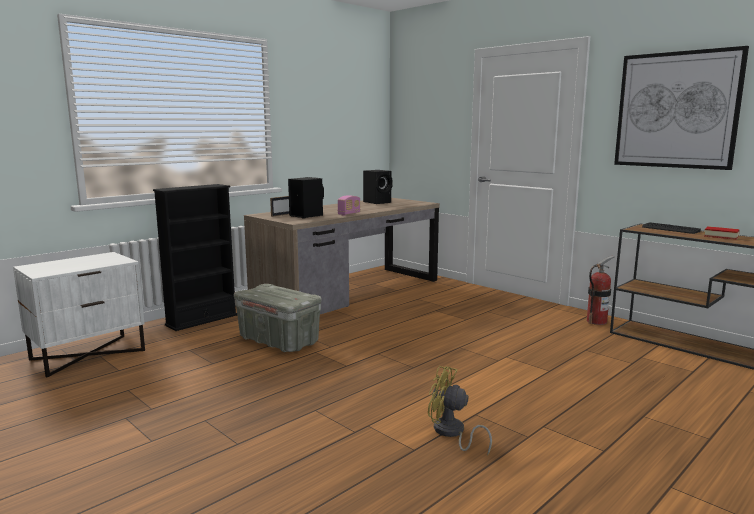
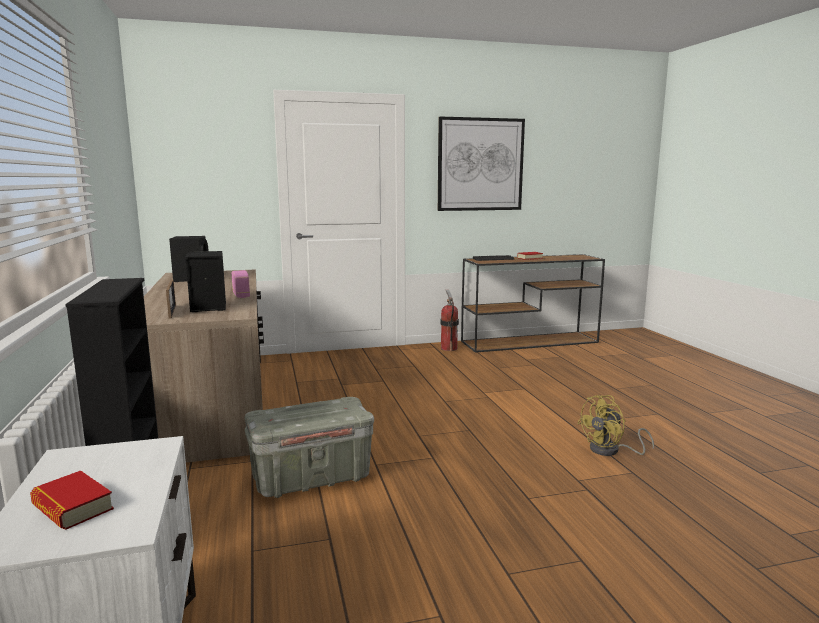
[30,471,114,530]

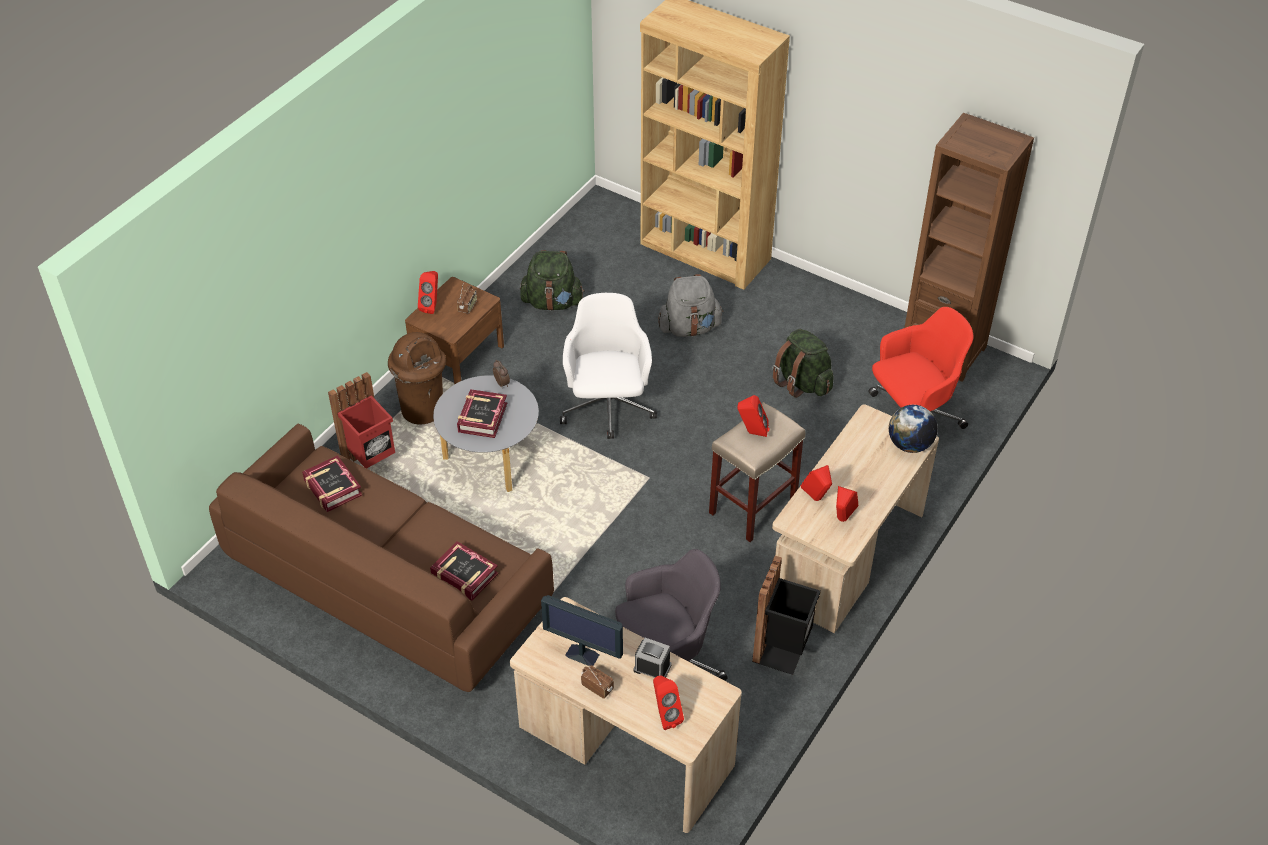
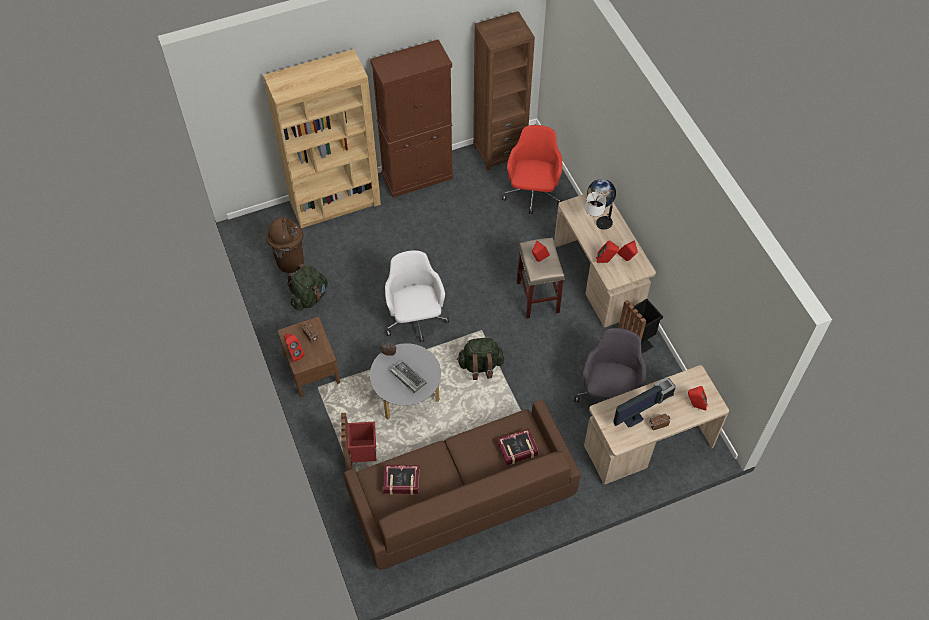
[658,274,724,337] (first image)
[370,39,453,198]
[585,190,614,230]
[266,217,304,273]
[457,338,504,380]
[390,360,427,393]
[385,250,449,342]

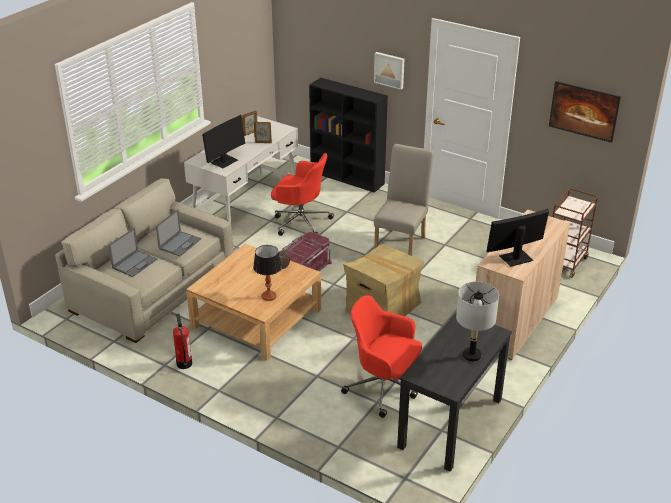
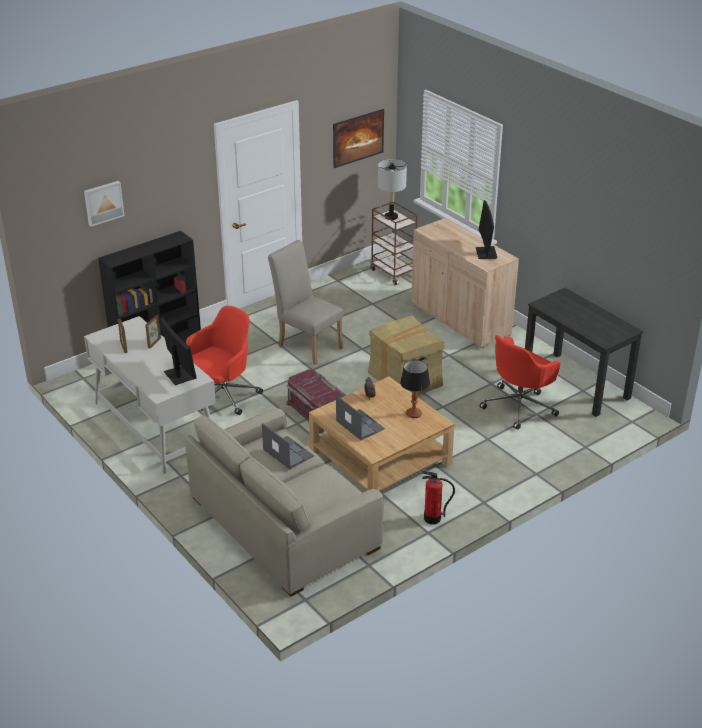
[336,395,385,440]
[84,181,125,227]
[378,159,407,220]

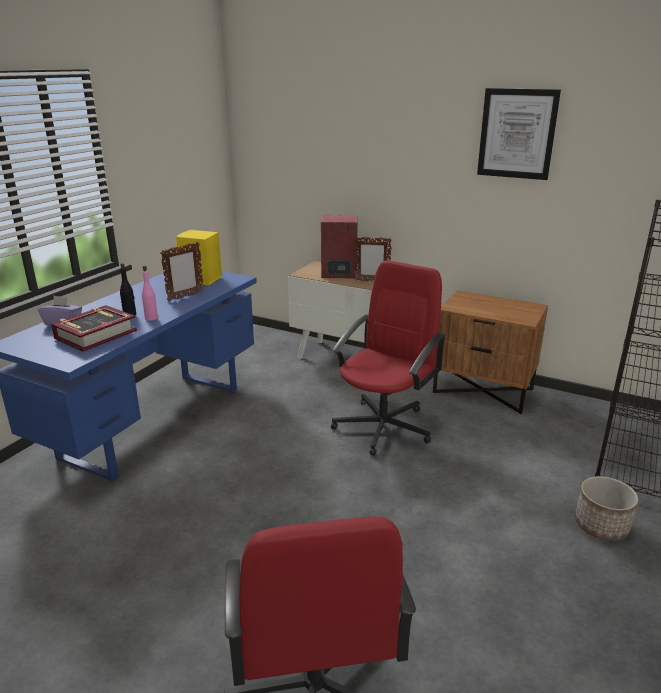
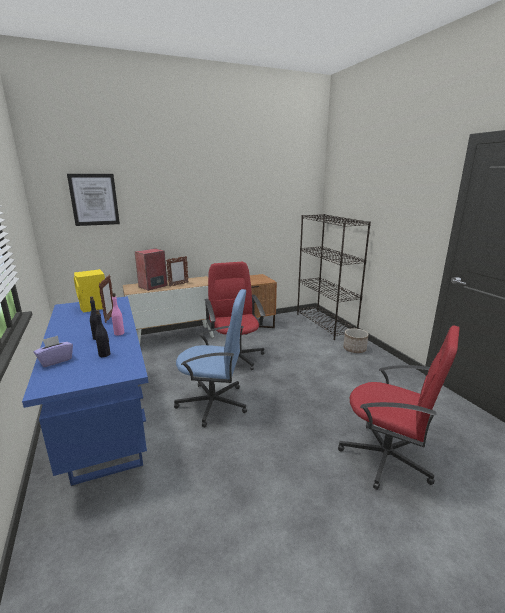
[174,289,247,428]
[67,174,120,226]
[95,310,111,357]

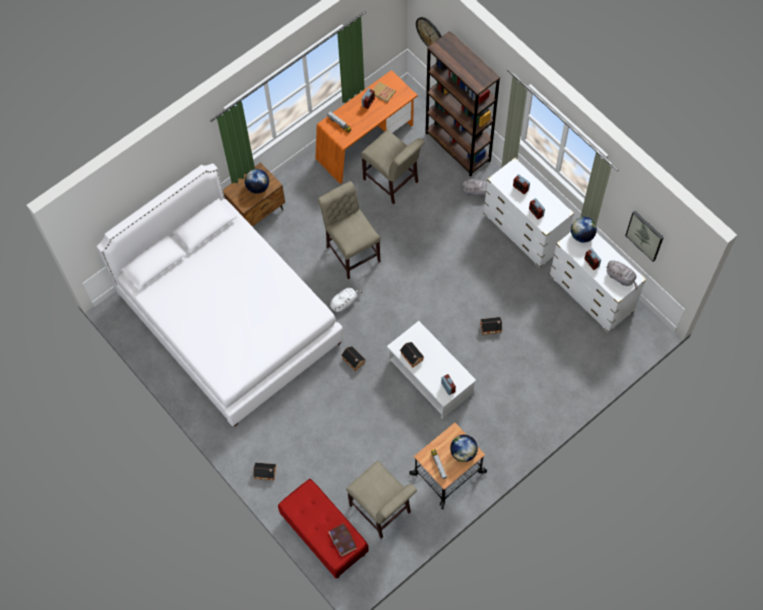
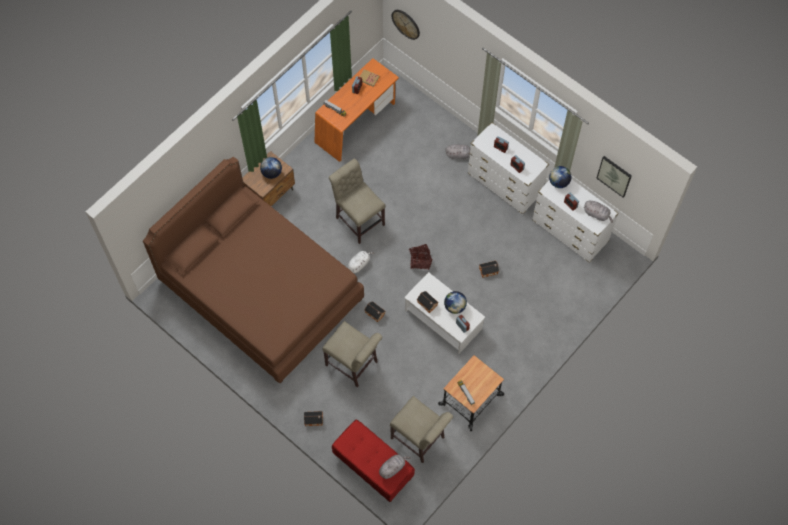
[425,31,500,177] (first image)
[409,244,433,270]
[322,321,382,387]
[444,291,467,314]
[379,454,411,479]
[143,157,364,383]

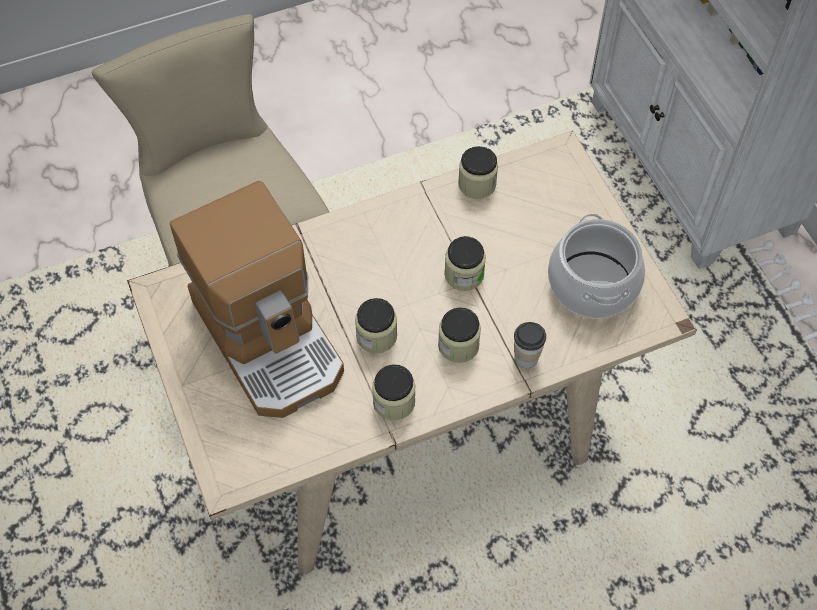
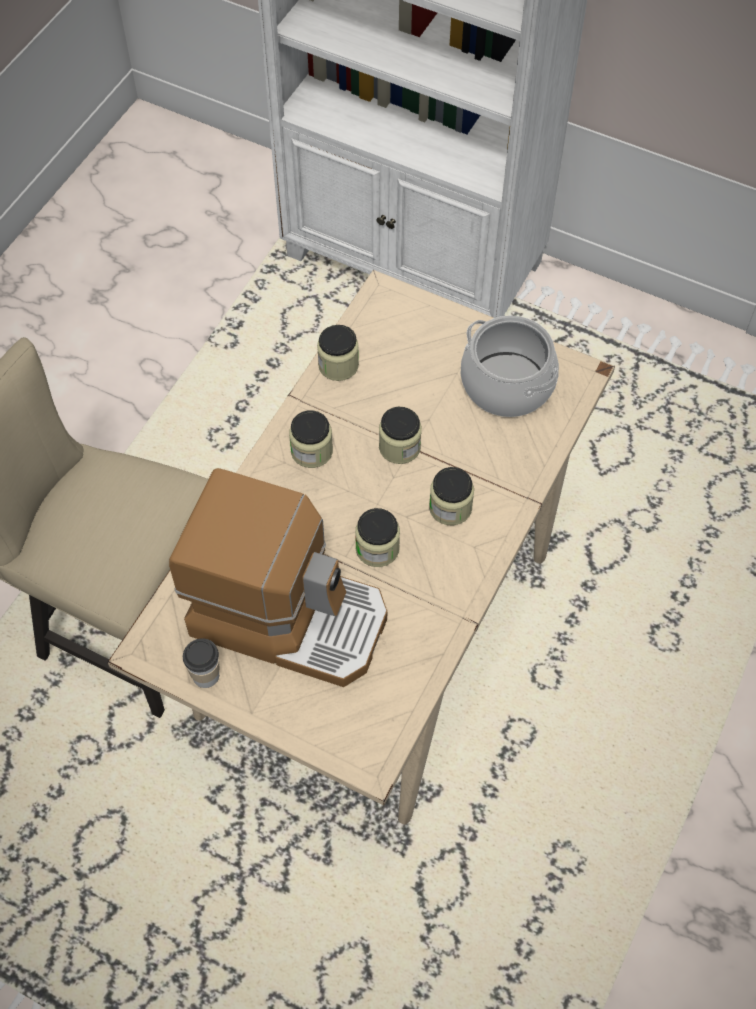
[289,410,333,468]
[183,638,220,688]

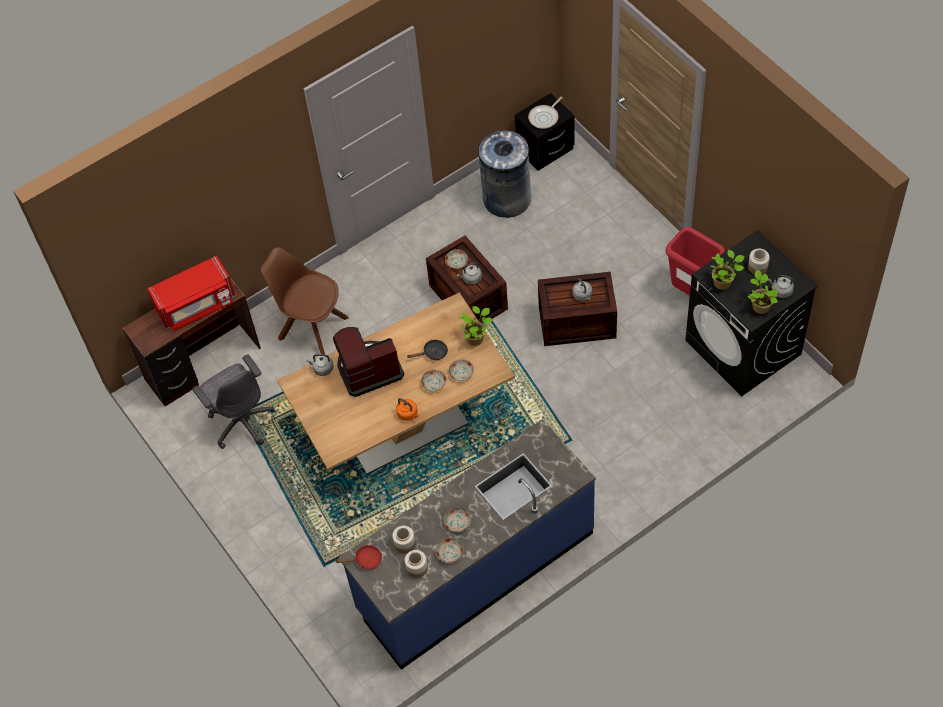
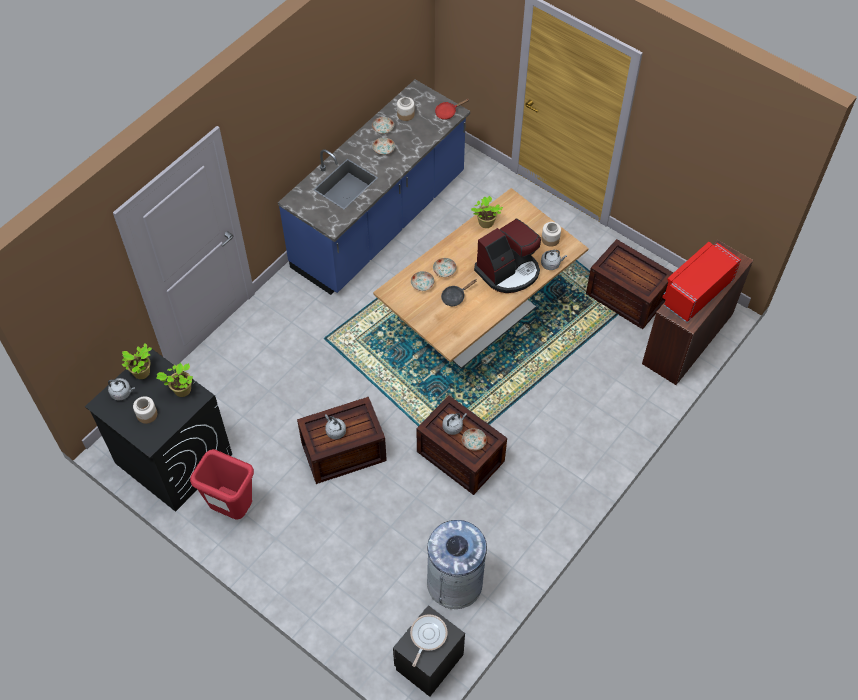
[261,247,349,354] (first image)
[396,398,419,421] (first image)
[542,222,561,247]
[471,196,503,228]
[586,239,673,329]

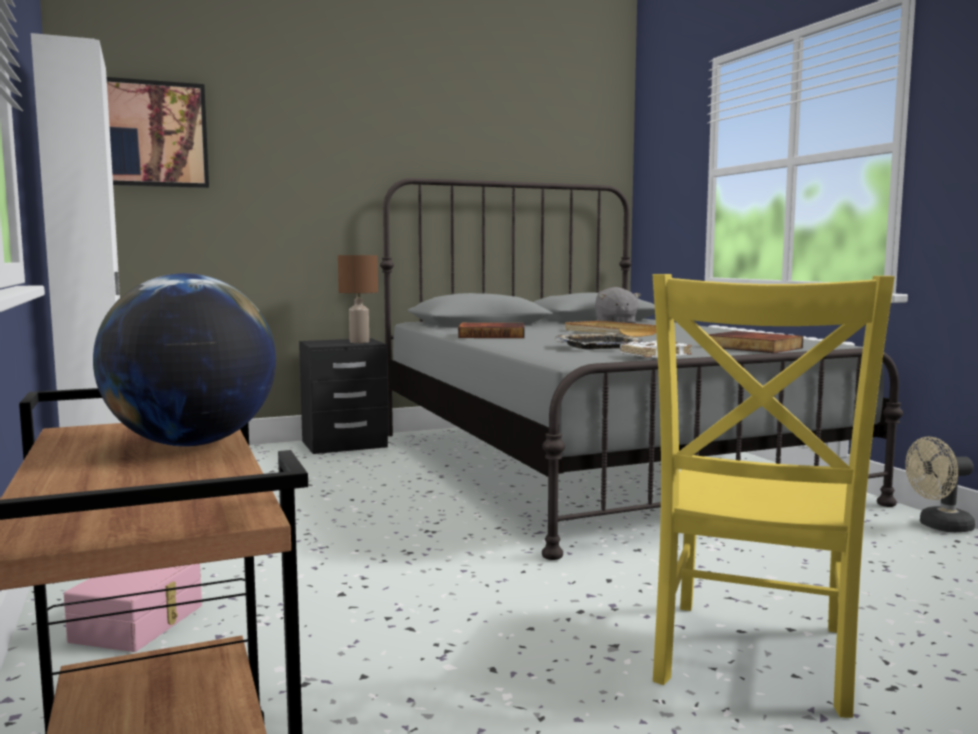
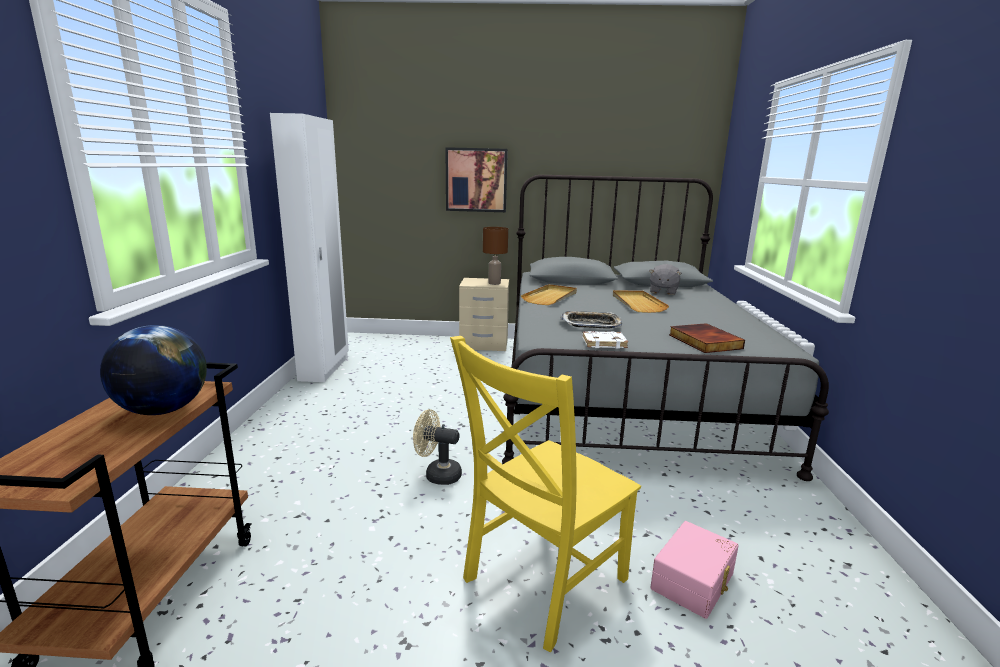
[650,521,739,619]
[445,147,508,212]
[413,409,462,485]
[521,284,577,305]
[459,278,509,351]

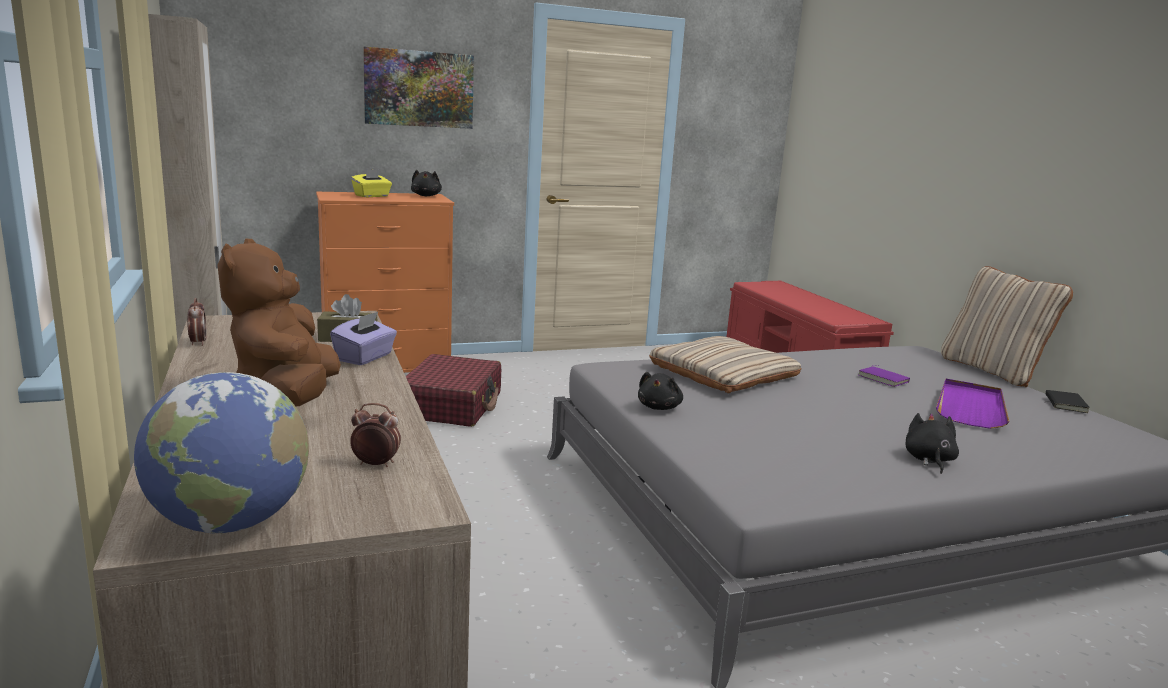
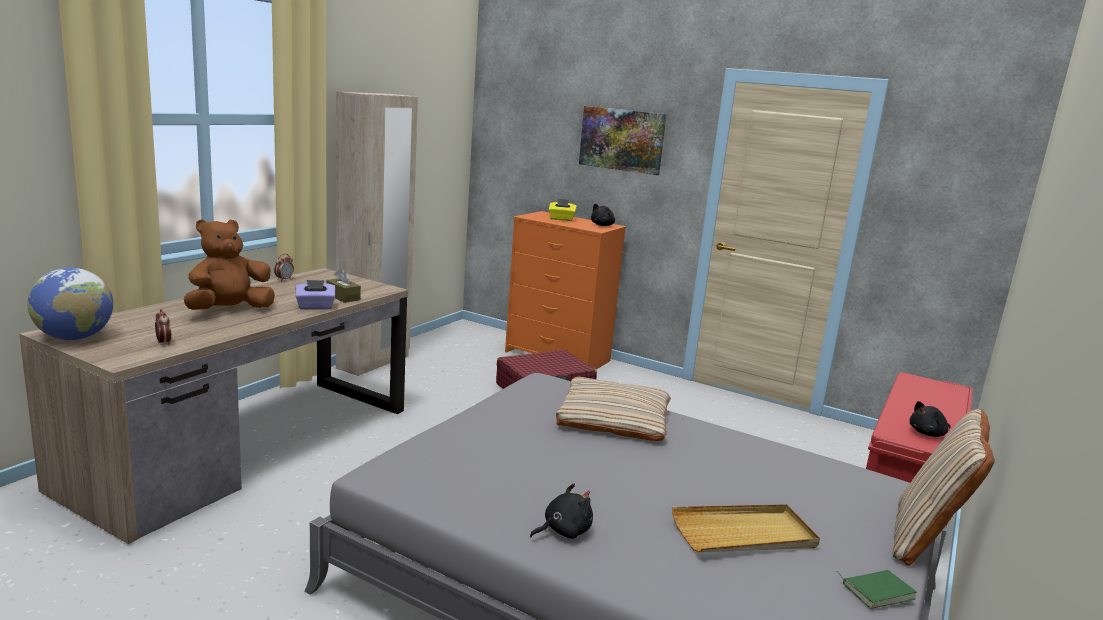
[858,365,910,387] (first image)
[910,401,950,437]
[672,504,820,552]
[835,570,917,609]

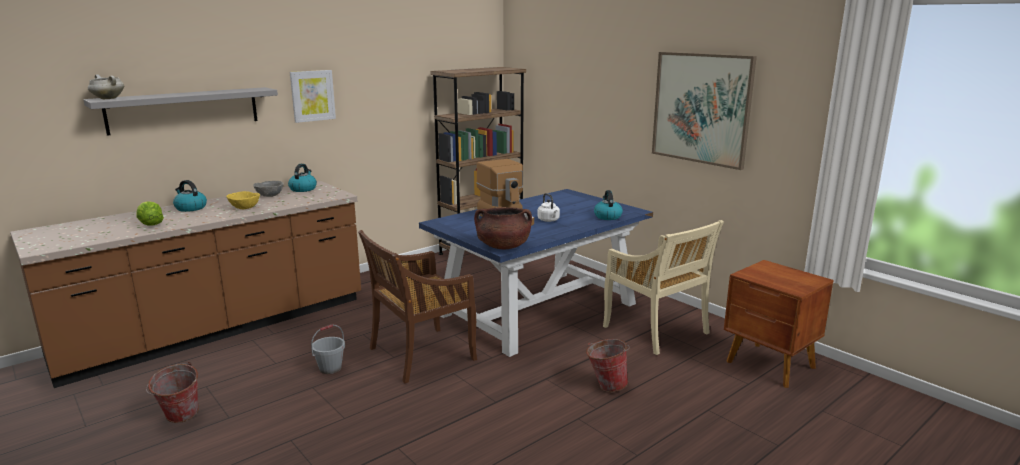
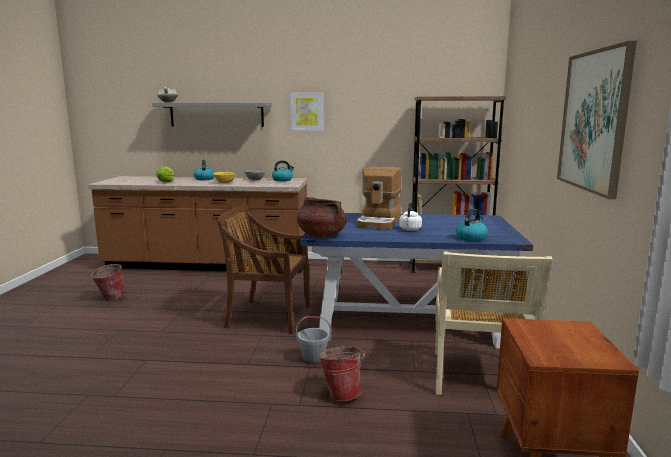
[296,316,331,364]

